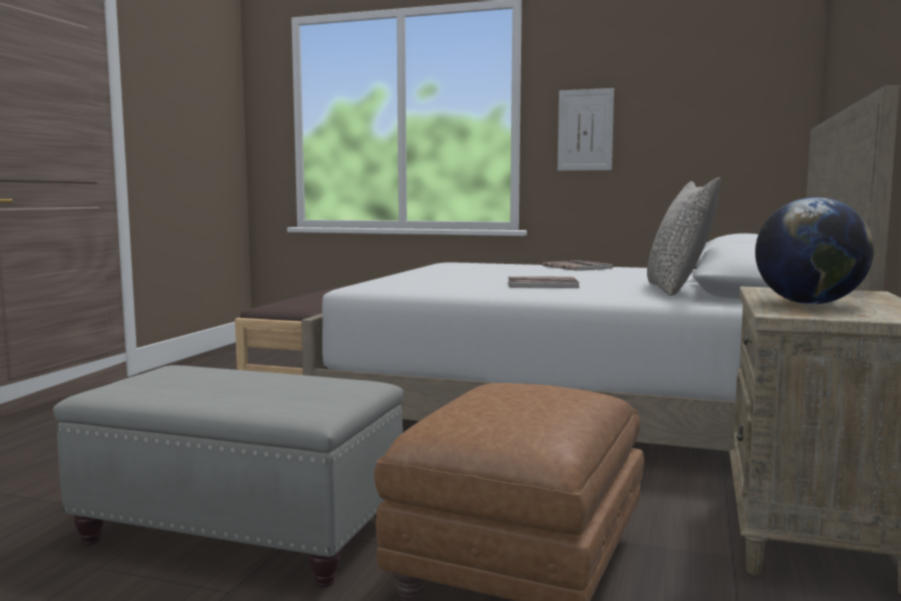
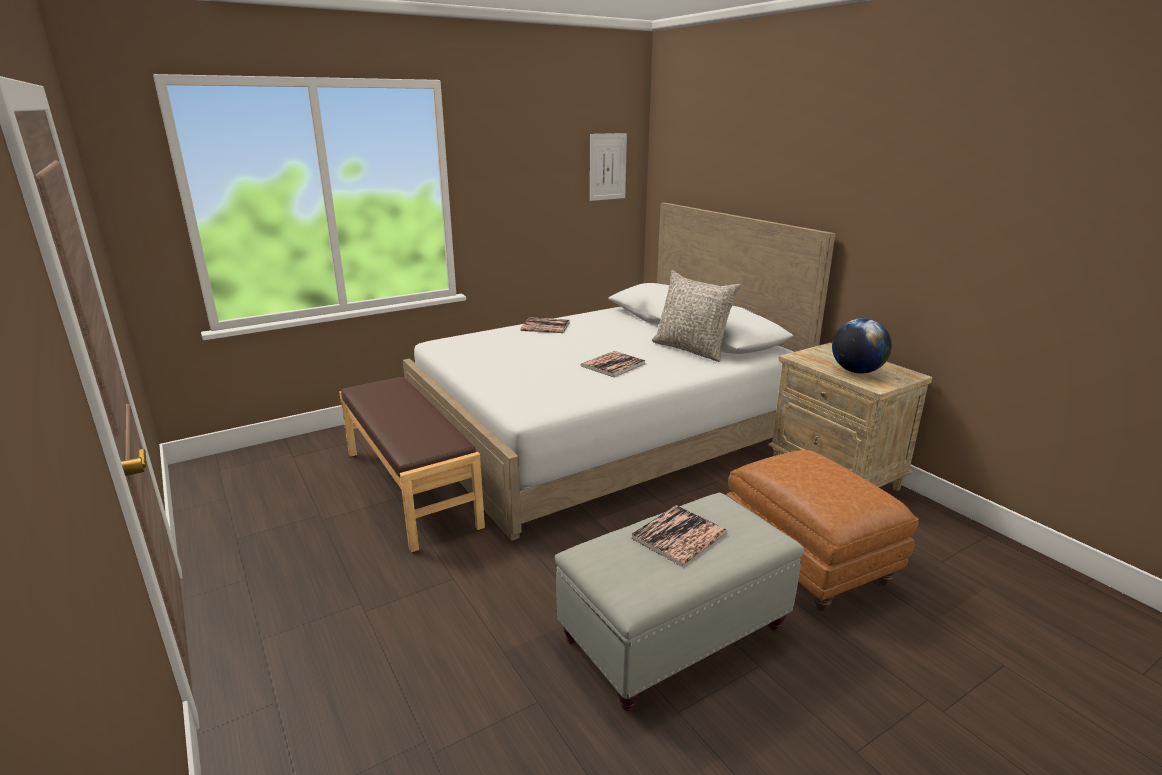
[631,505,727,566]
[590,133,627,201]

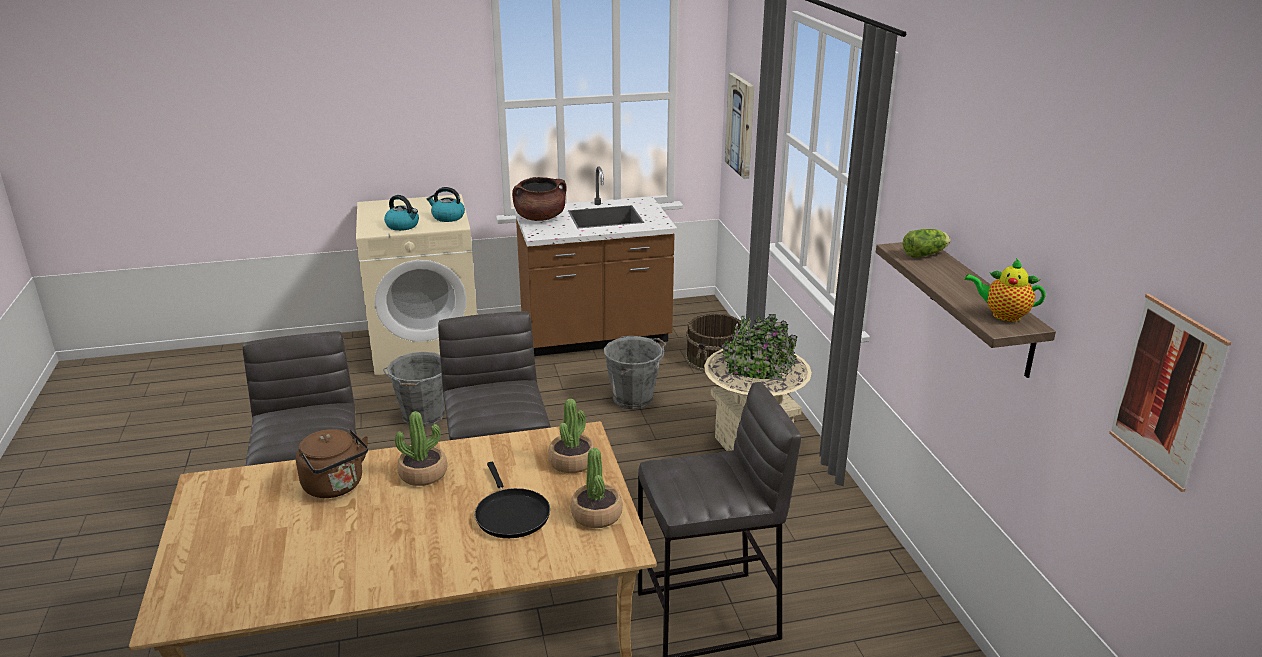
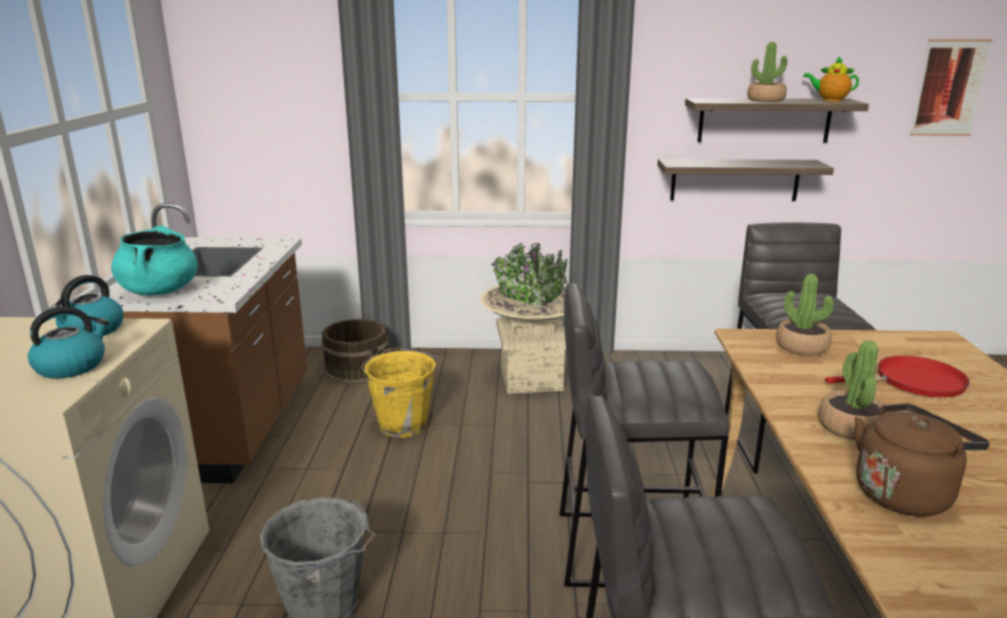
[725,73,754,179] (first image)
[903,229,950,258] (first image)
[658,159,834,201]
[747,42,787,102]
[825,355,970,397]
[111,226,198,296]
[361,347,436,438]
[803,57,859,102]

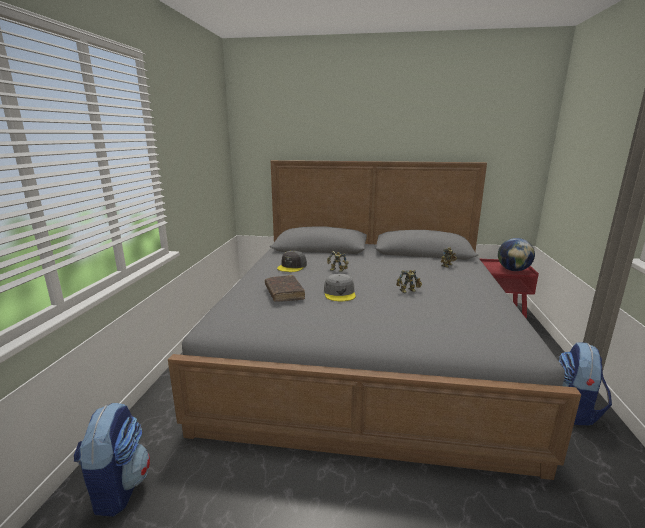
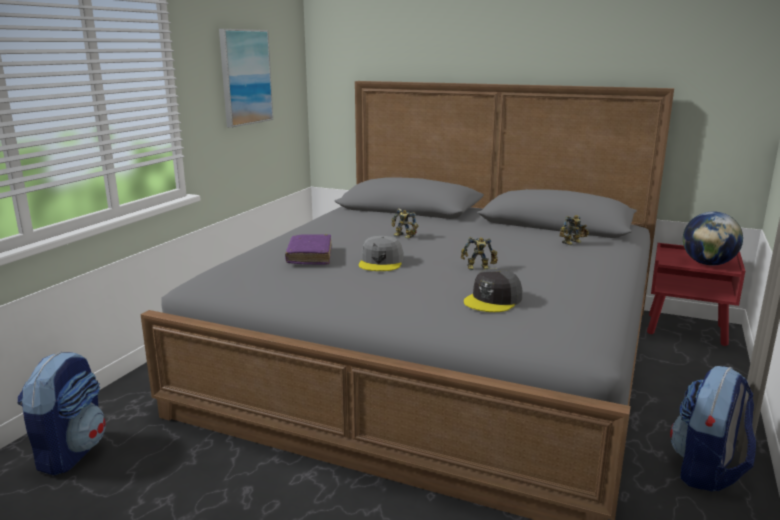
[219,29,273,128]
[464,269,522,312]
[285,234,332,265]

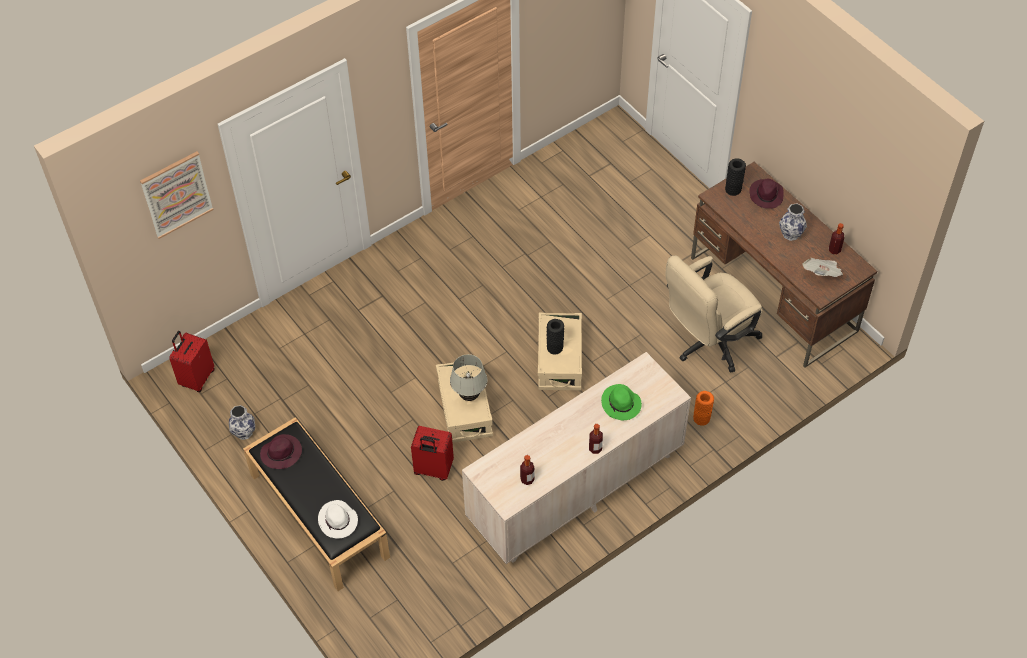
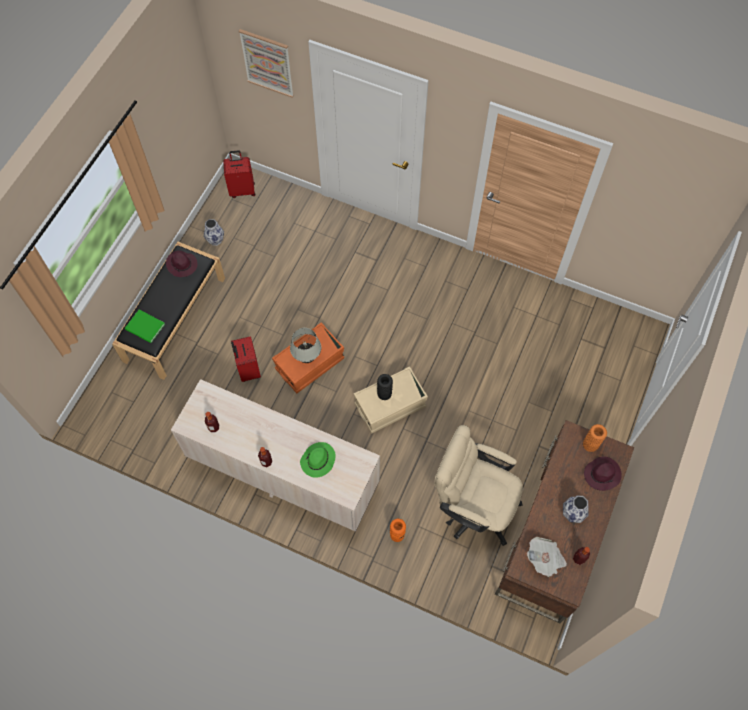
[125,309,165,343]
[272,322,344,393]
[583,424,607,452]

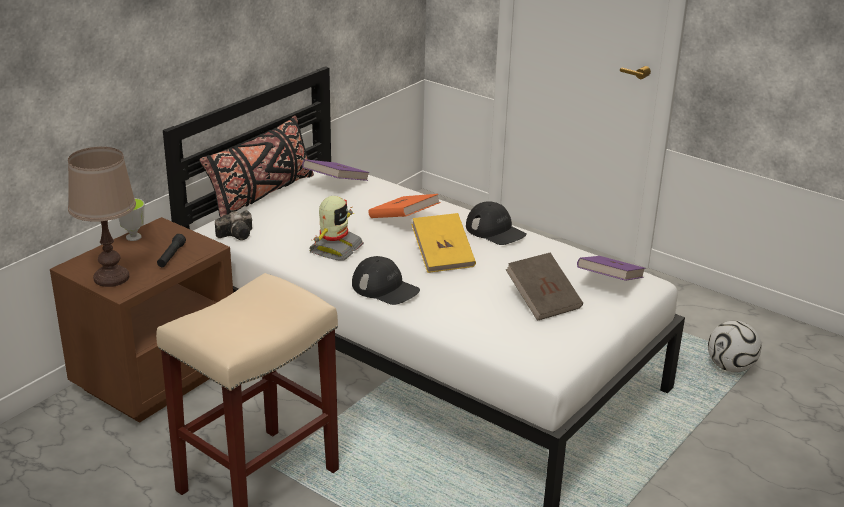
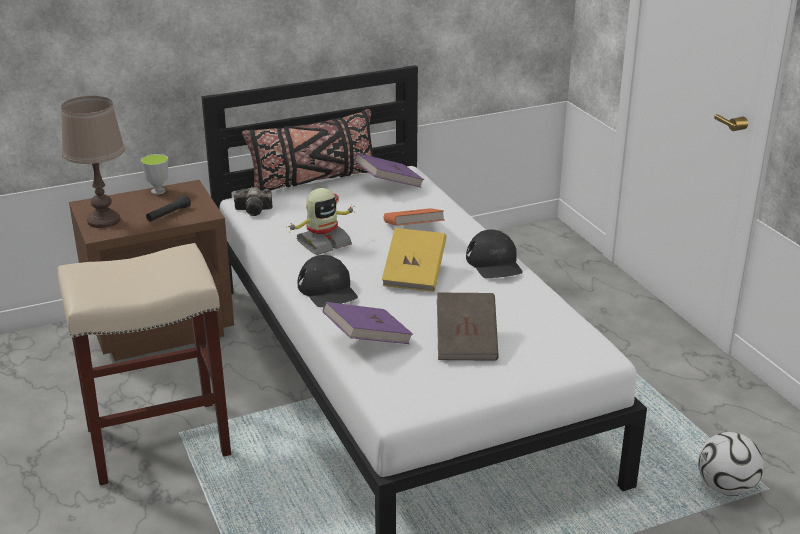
[323,302,413,344]

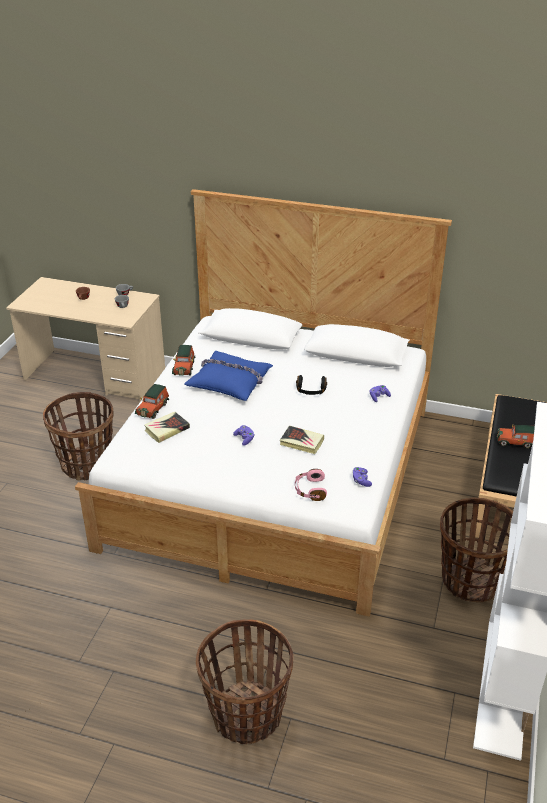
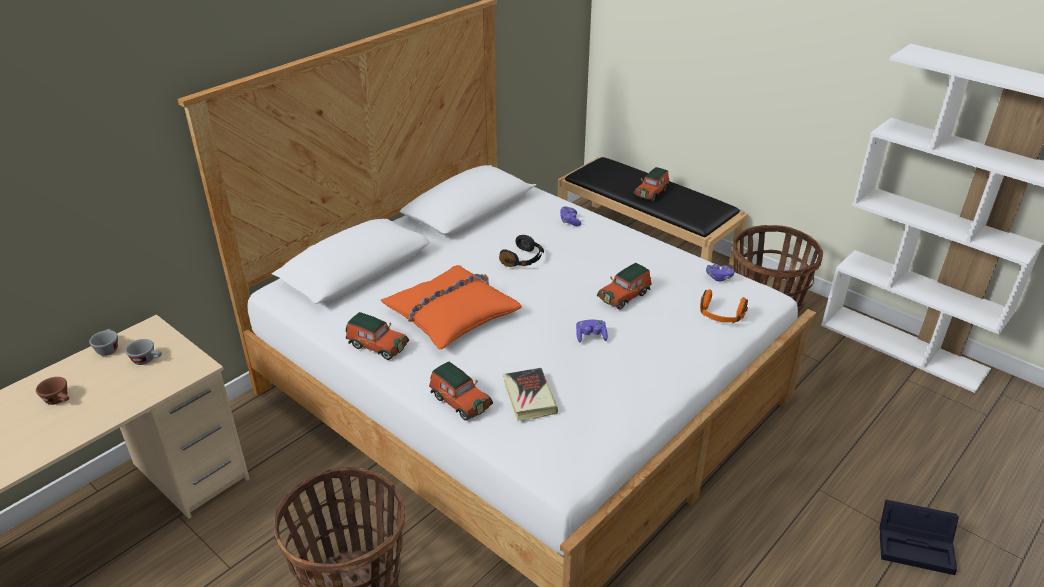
[879,499,959,575]
[597,263,652,310]
[381,265,522,350]
[700,289,748,323]

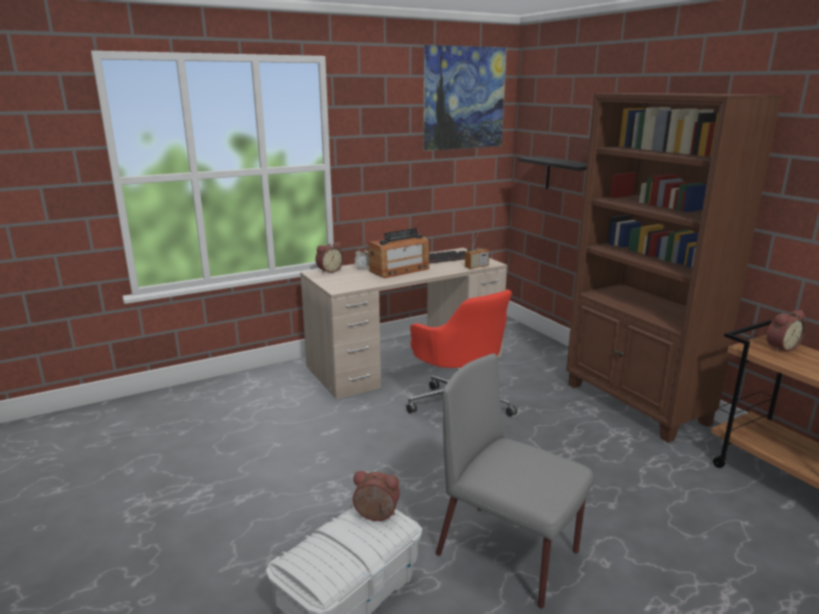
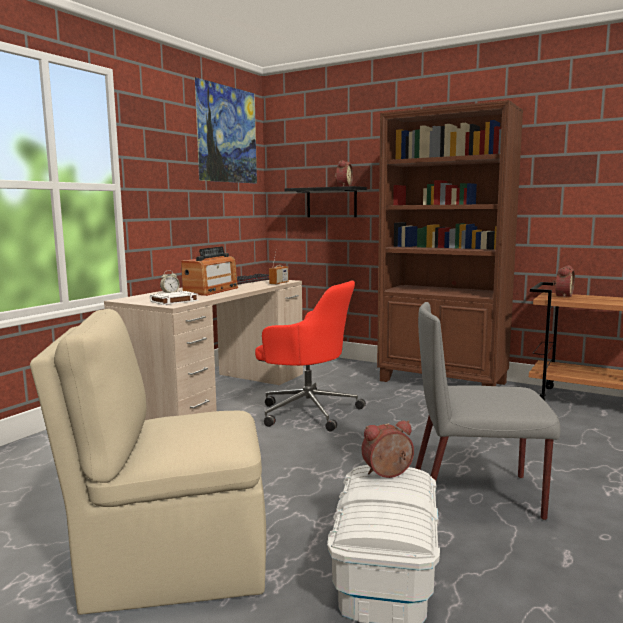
[30,309,266,615]
[150,291,199,305]
[335,160,353,187]

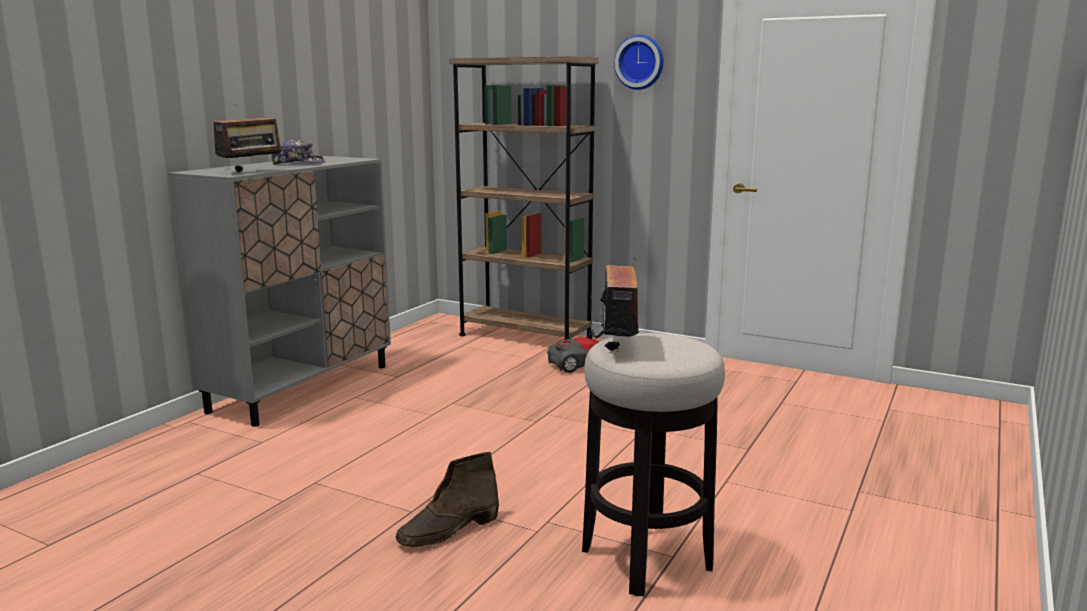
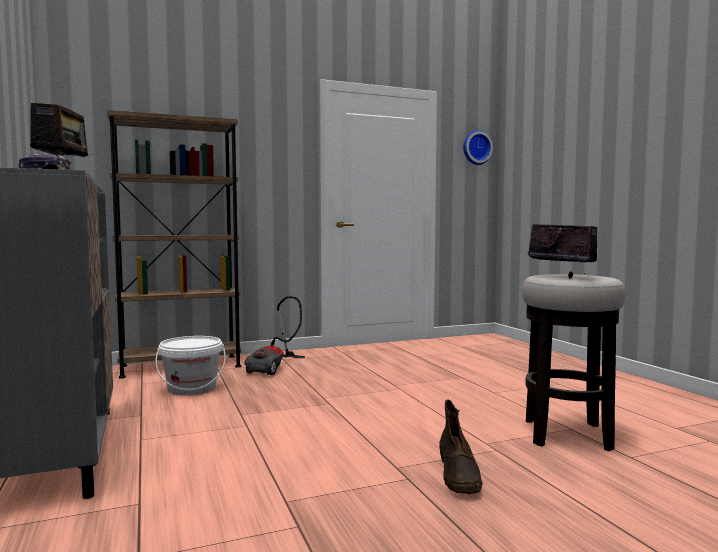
[156,336,226,395]
[463,130,493,165]

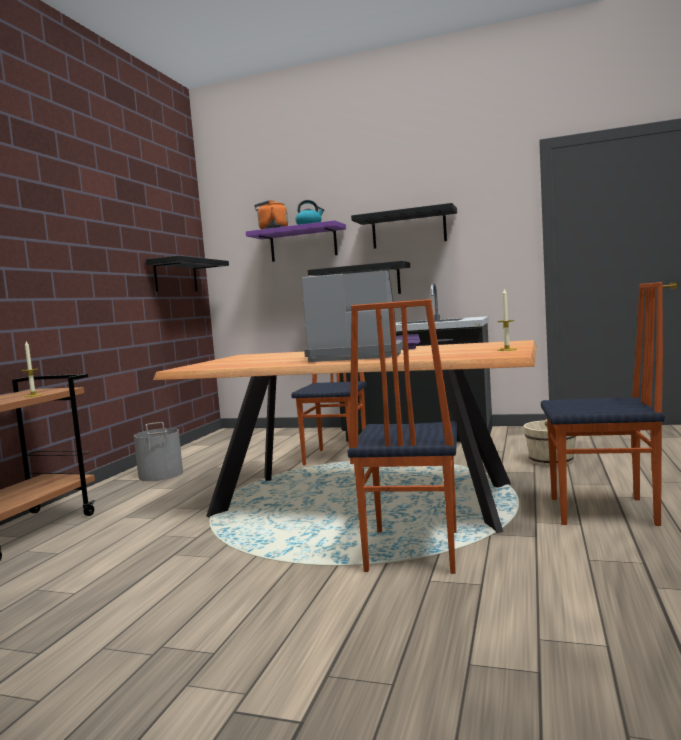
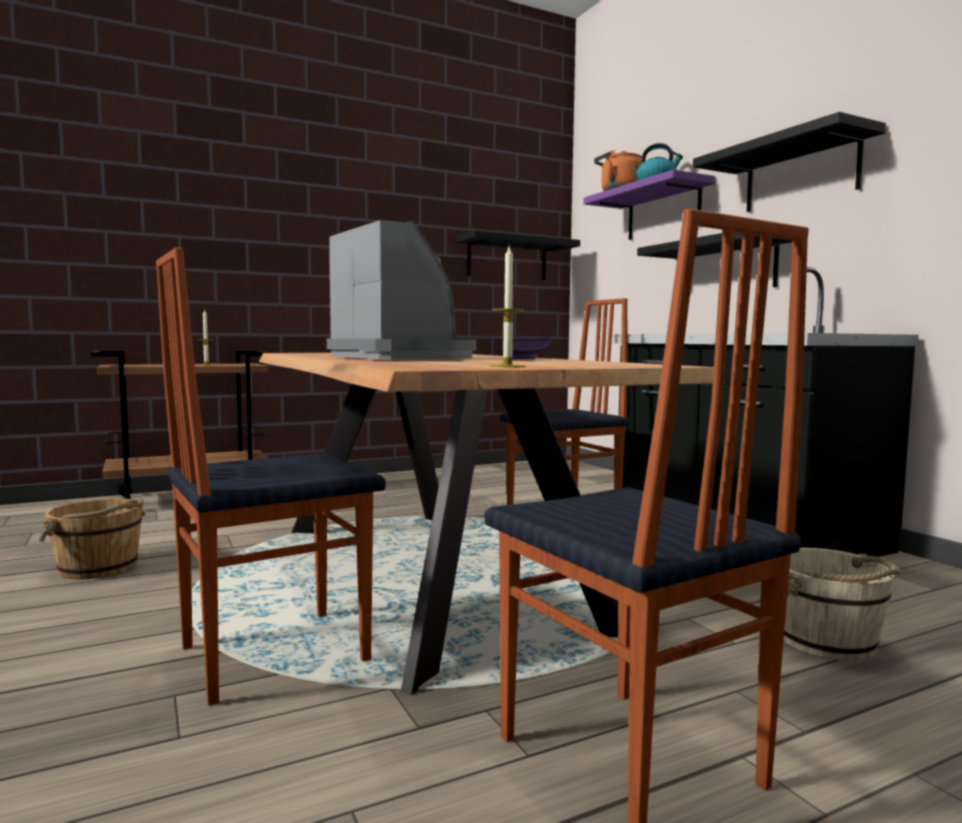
[134,422,183,481] (first image)
[38,497,146,579]

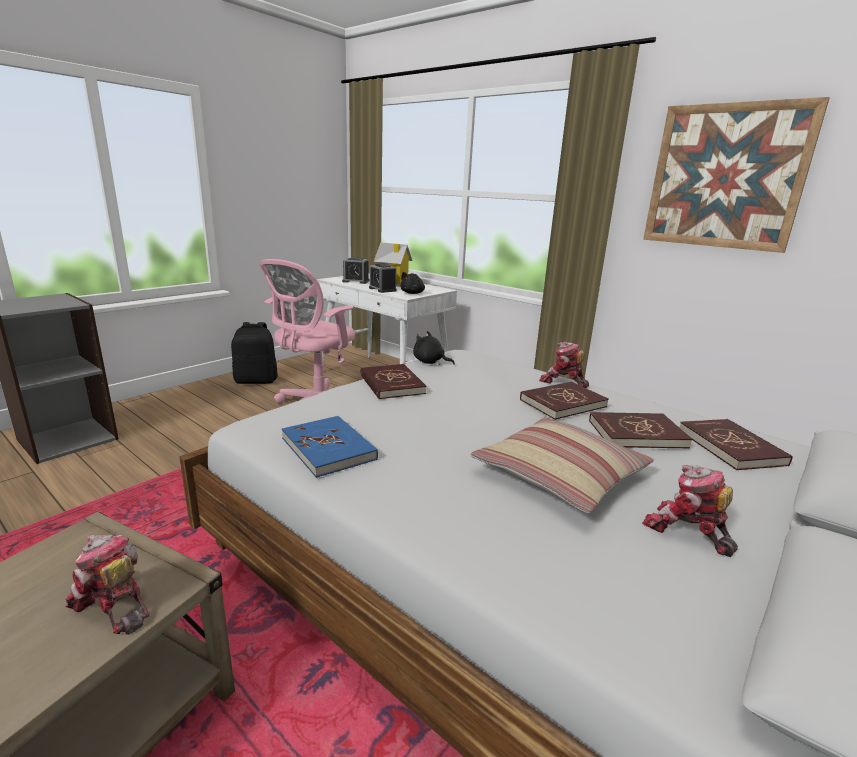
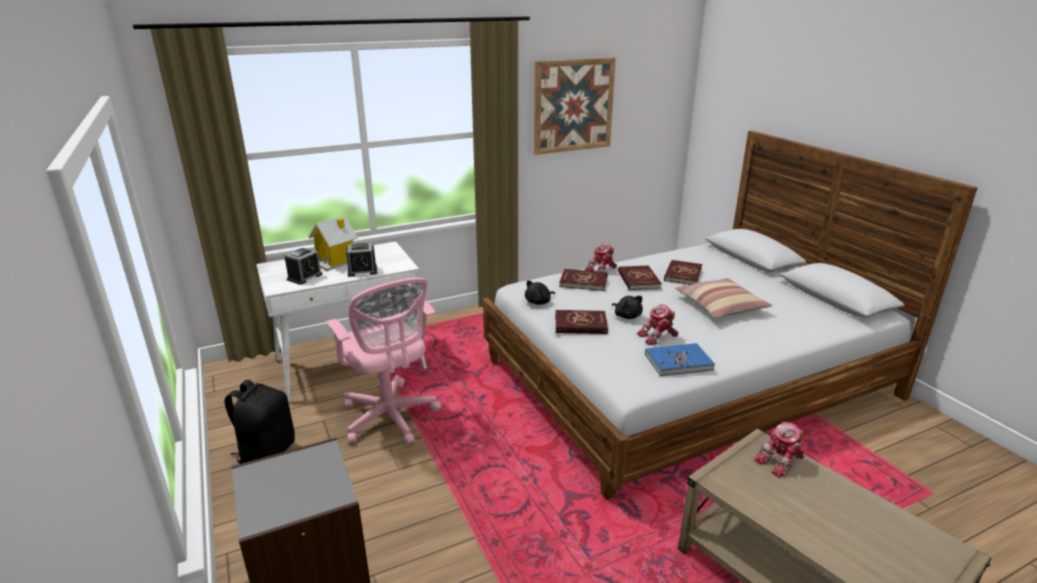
[612,296,643,319]
[637,304,678,345]
[559,269,608,291]

